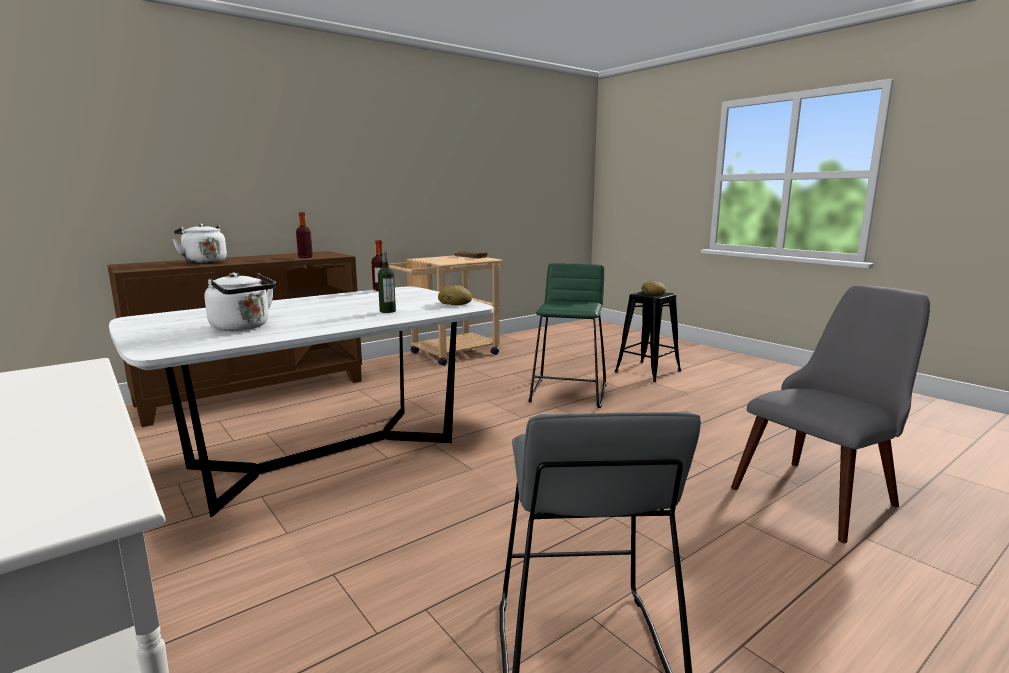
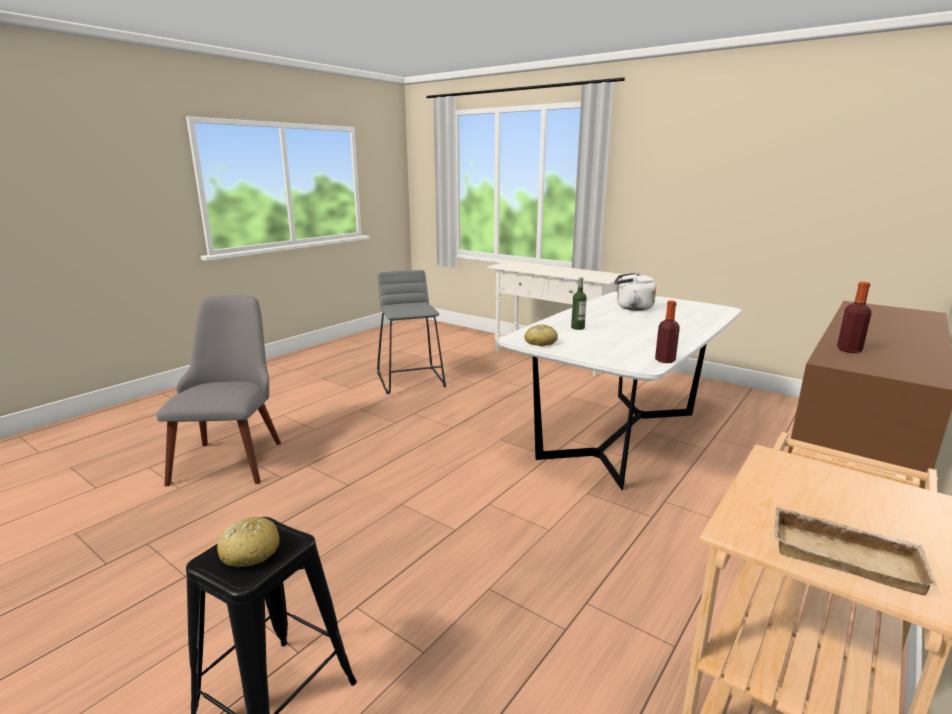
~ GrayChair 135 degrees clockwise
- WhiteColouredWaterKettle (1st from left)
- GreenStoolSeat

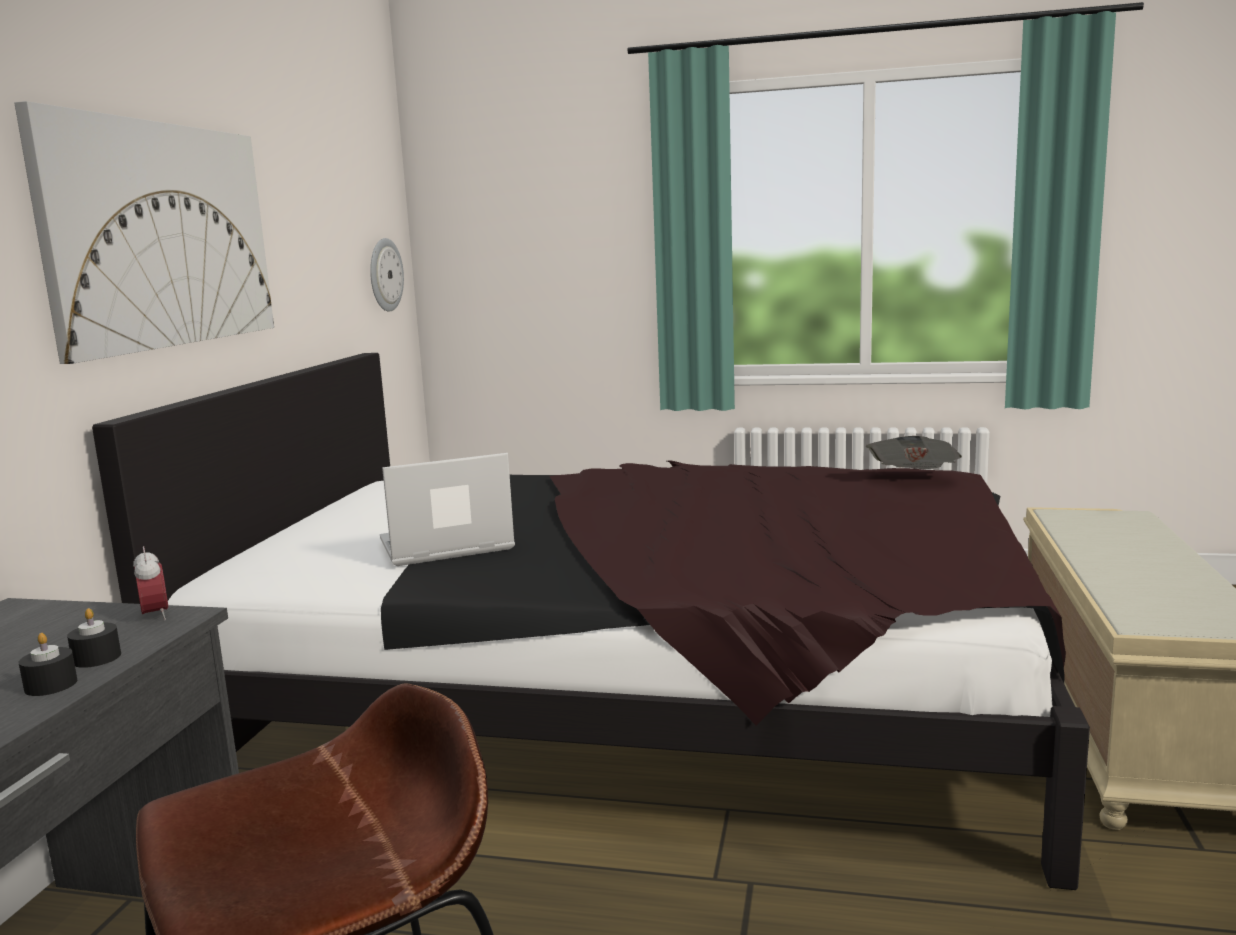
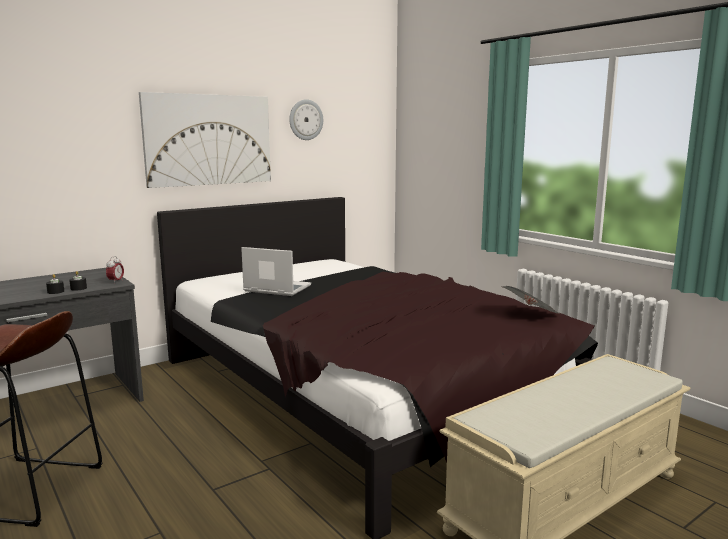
~ WallClock

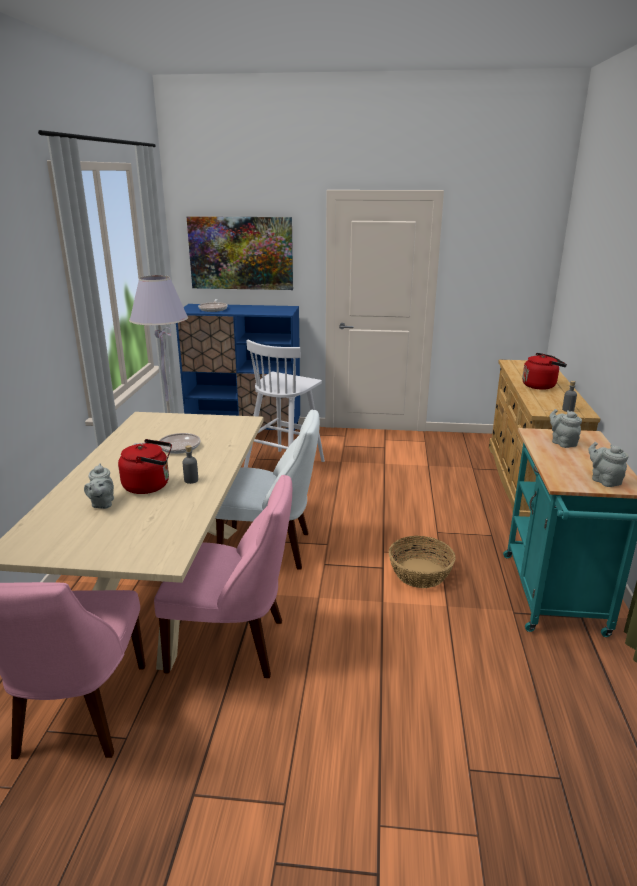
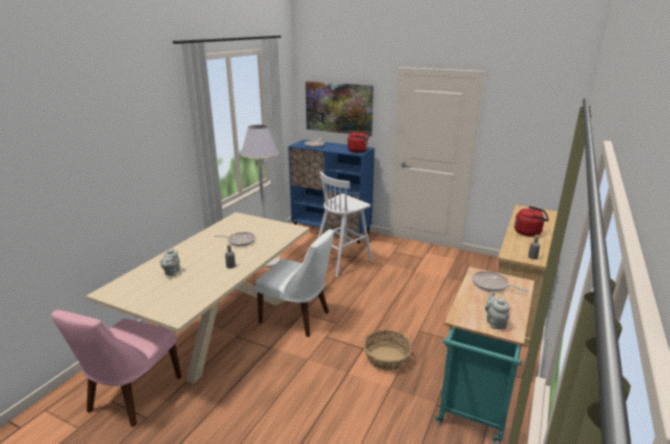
~ ReddishWaterKettle (1st from left)
~ GrayTeaPot (2nd from left) to Skillet (3rd from left)
- PinkColouredChair (2nd from left)

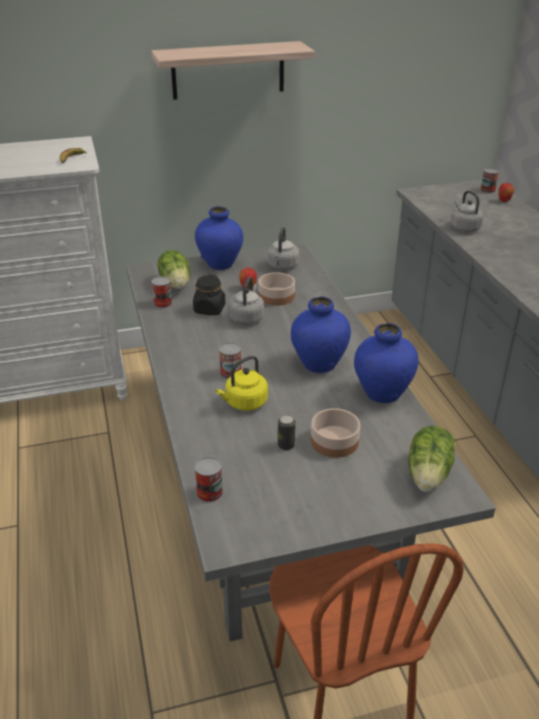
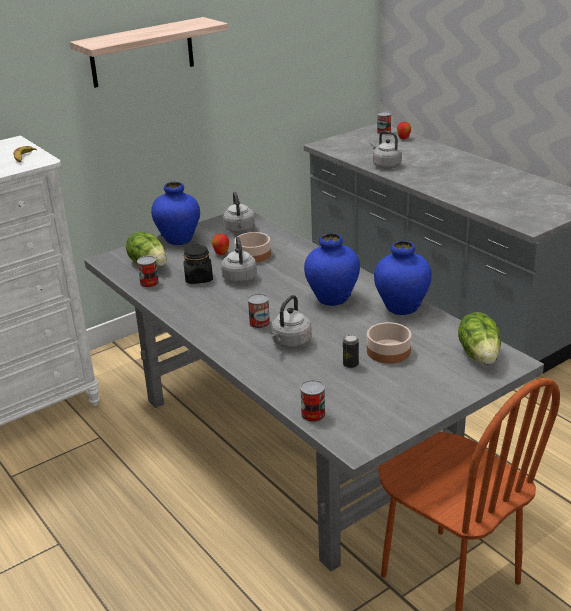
~ YellowColouredWaterKettle to GrayWaterKettle (3rd from left)

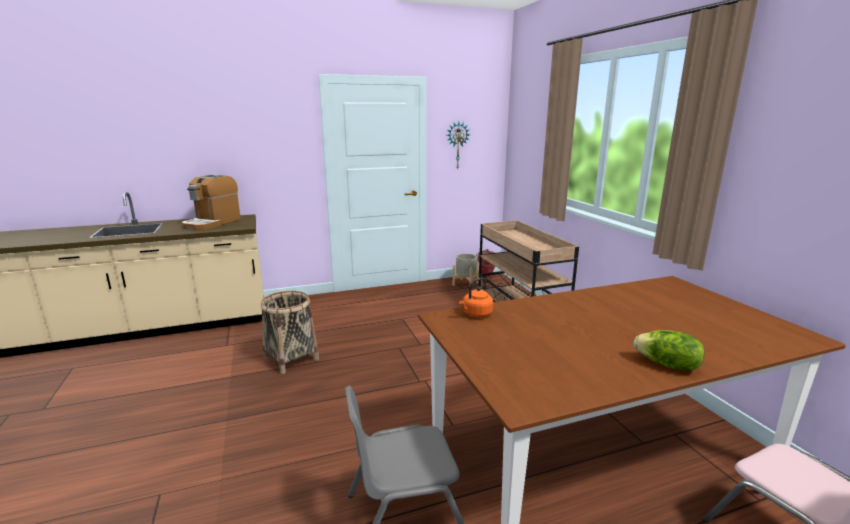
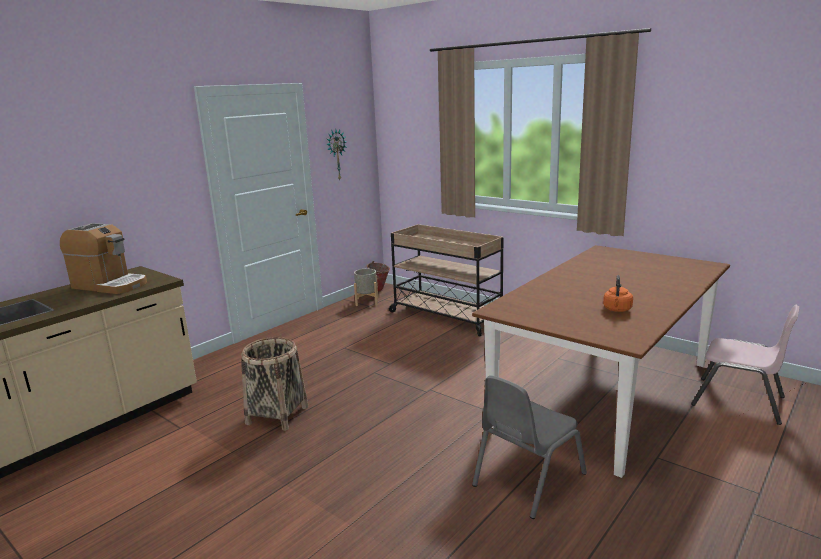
~ CoffeeBrewer 60 degrees counterclockwise
~ OrangeyWaterKettle
- LettuceHead

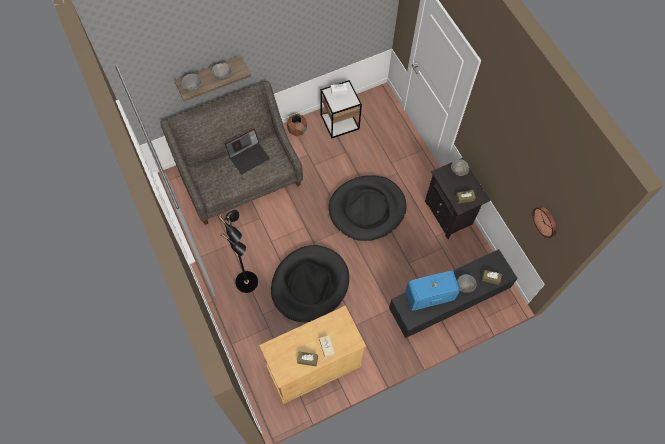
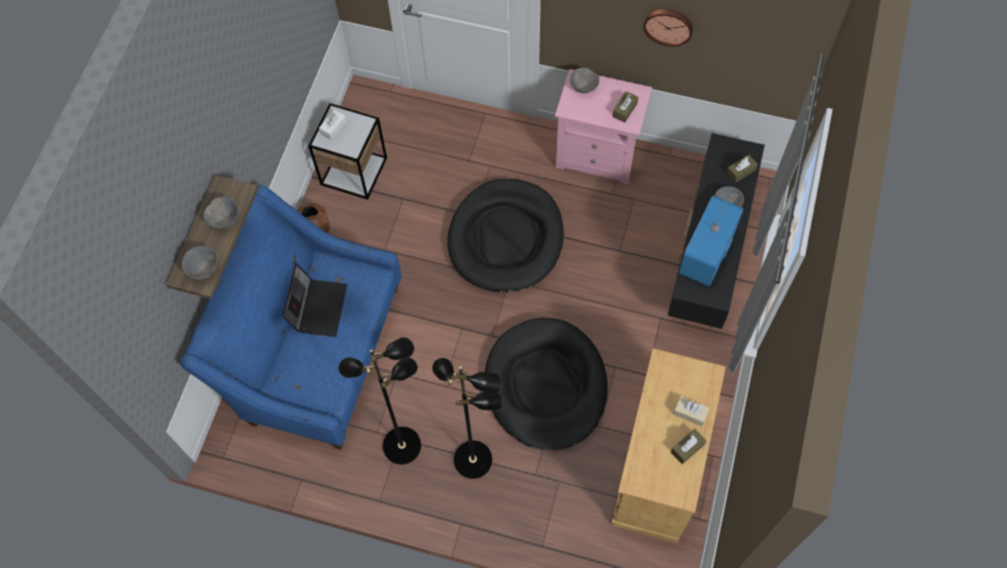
~ GrayCouch to BlueColouredCouch
+ BlackishFloorLamp (1st from left)
~ BlackishNightTable to PinkColouredNightTable
~ WallClock

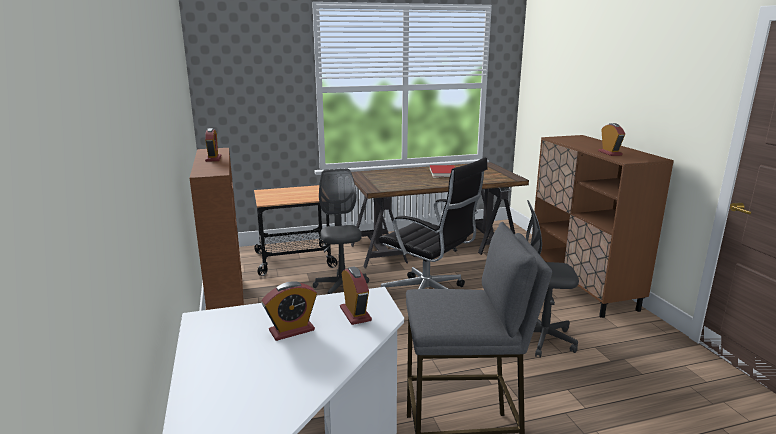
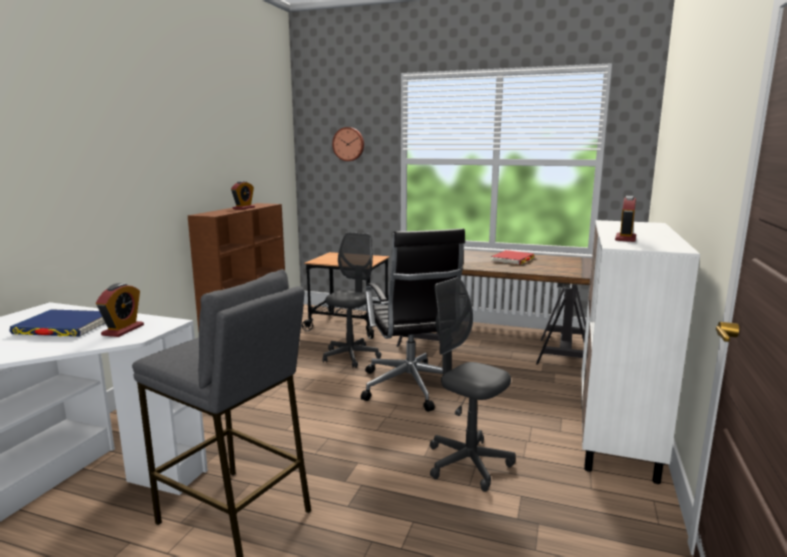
~ TableClock (2nd from left) to BlueColouredVolume
+ WallClock
~ BrownishCupboard to WhiteColouredCupboard

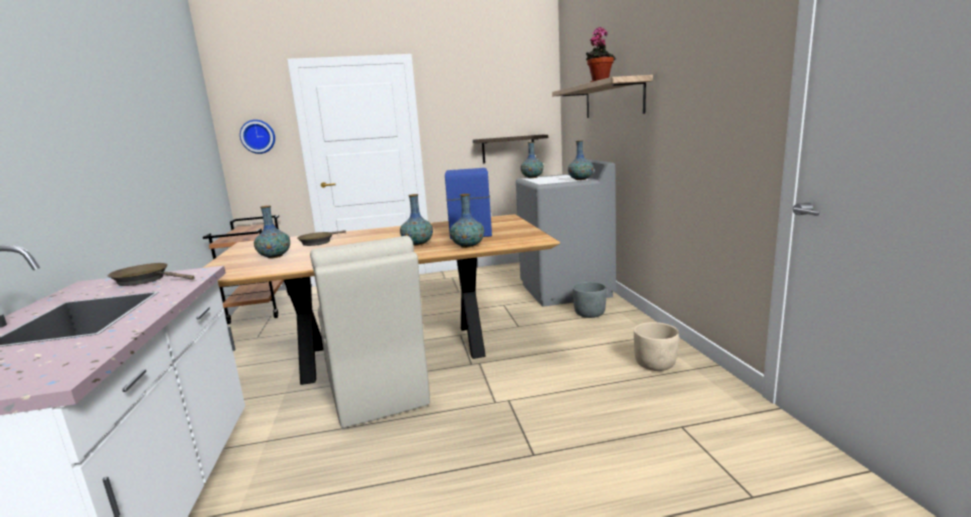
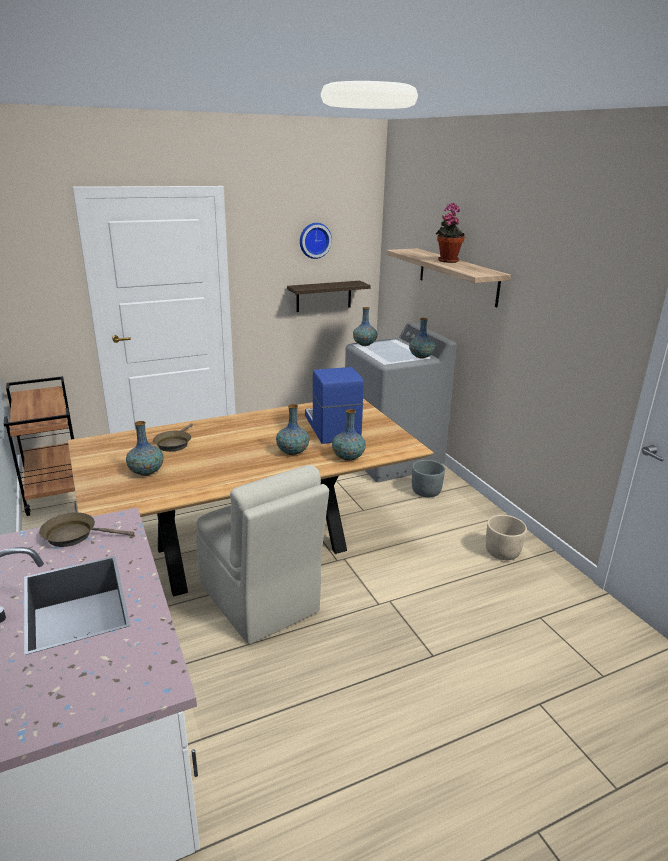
~ WallClock

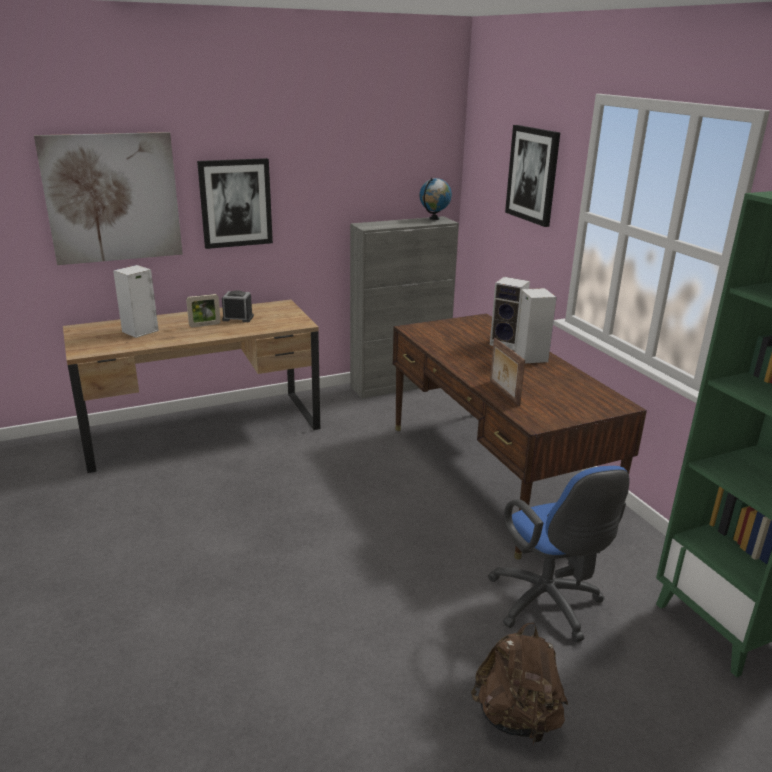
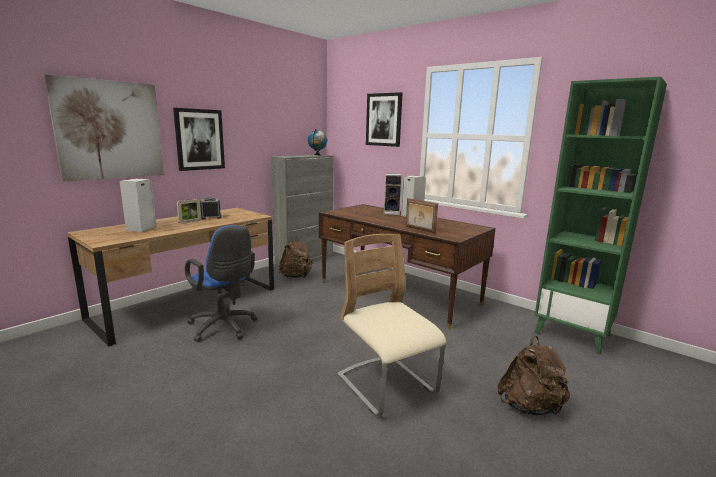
~ BlueColouredOfficeChair
+ BrownishRucksack (1st from left)
+ BeigeChair

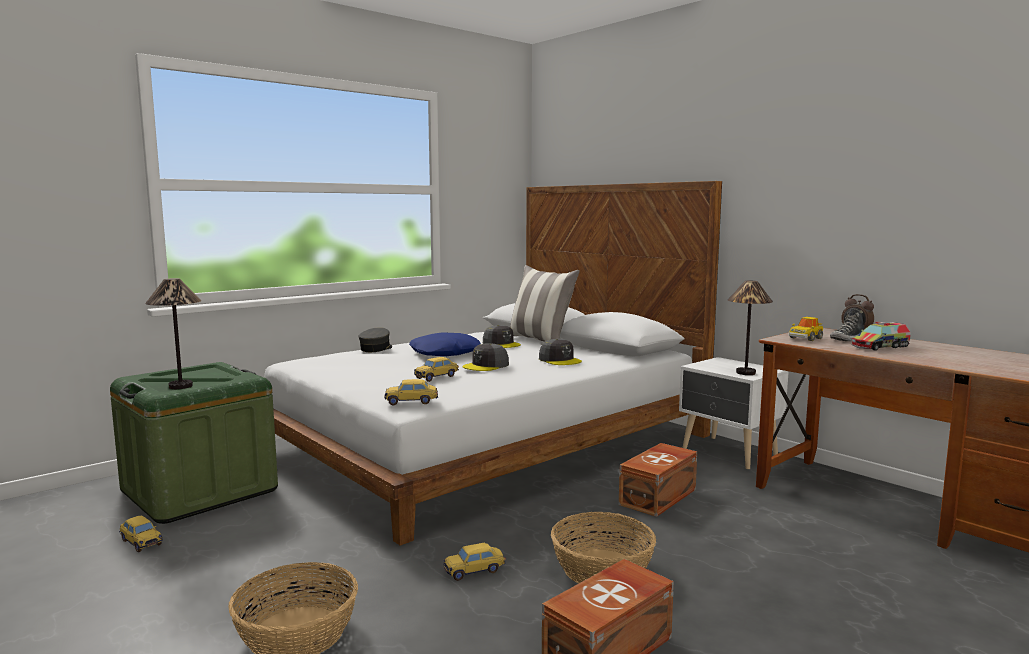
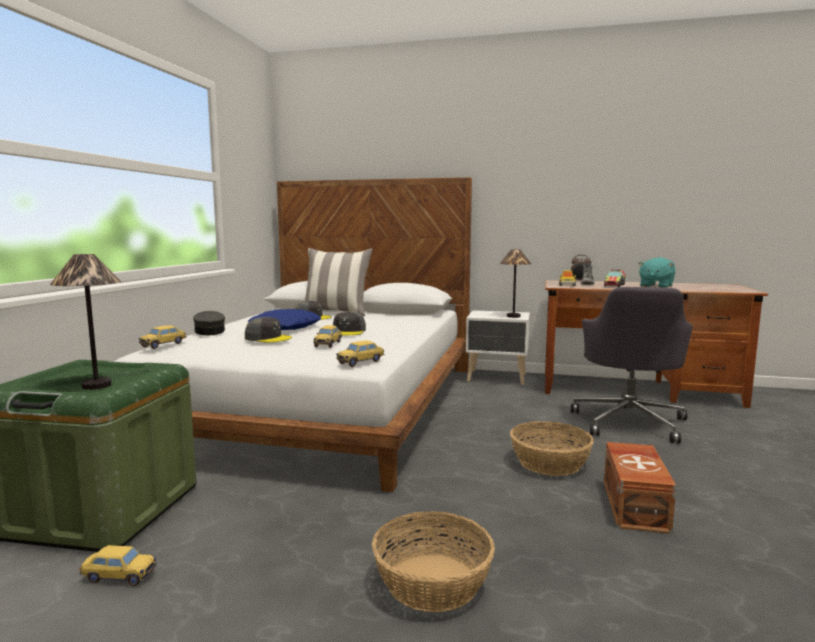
~ MiniatureCar (4th from left in the first image) to MiniatureCar (2nd from left)
~ GrayPeakedCap (4th from left in the first image) to GrayPeakedCap (2nd from left)
+ GrayOfficeChair
+ BlueGreenCuddlyToy
- BrownishStorageBin (2nd from left)

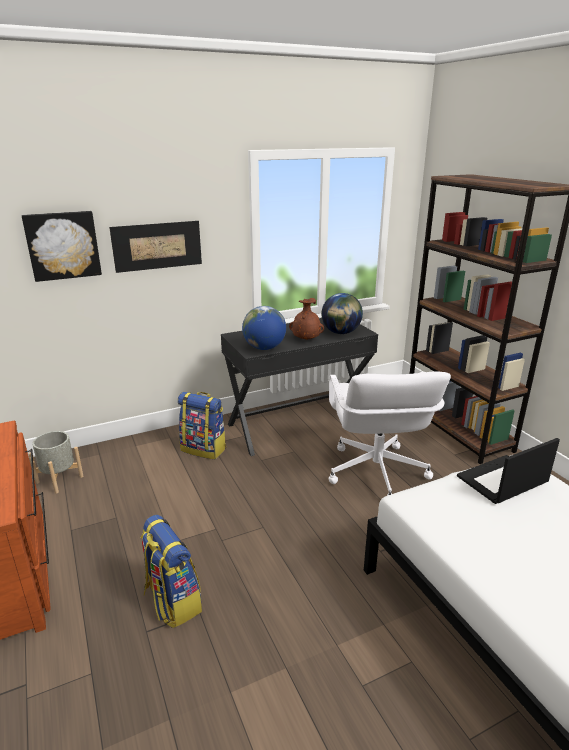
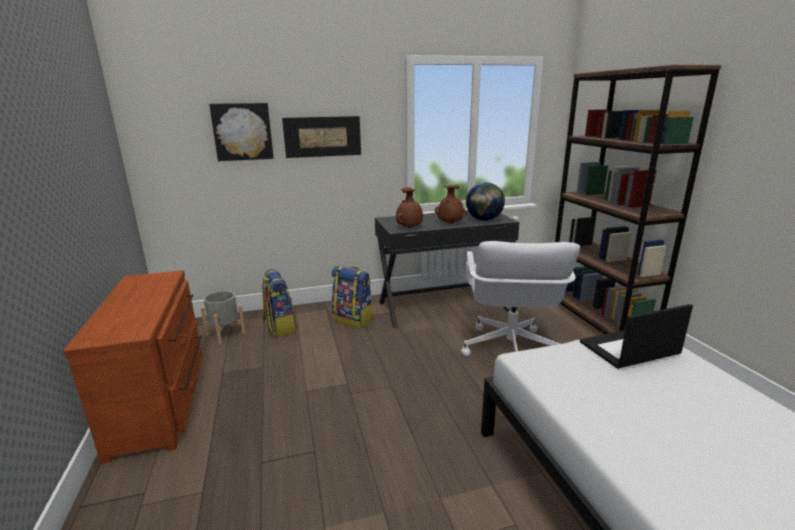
~ Rucksack (1st from left)
~ WorldGlobe (1st from left) to BrownishVase (1st from left)

